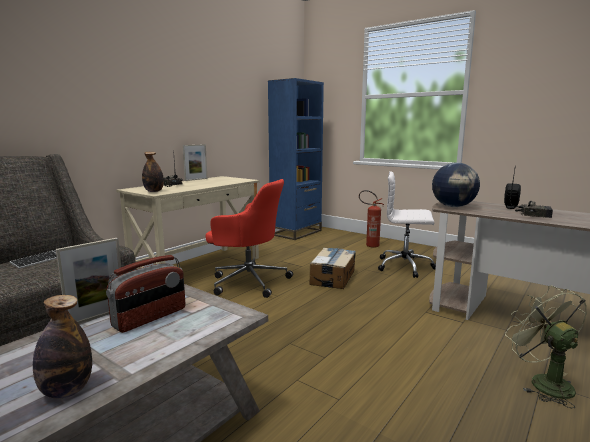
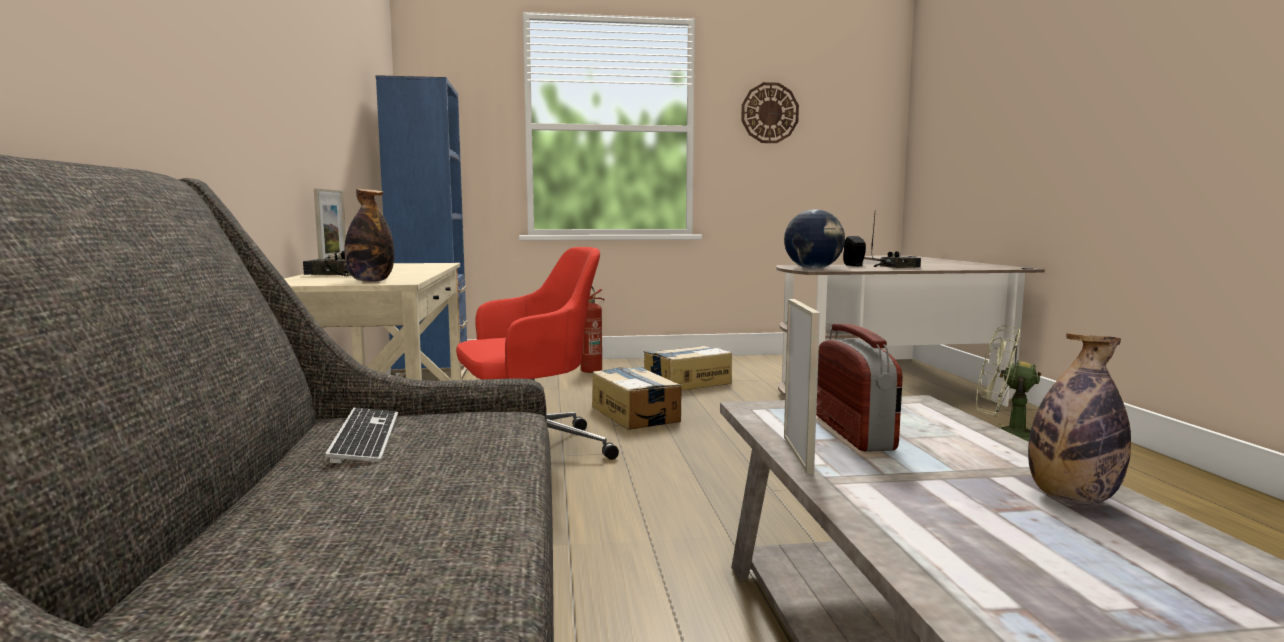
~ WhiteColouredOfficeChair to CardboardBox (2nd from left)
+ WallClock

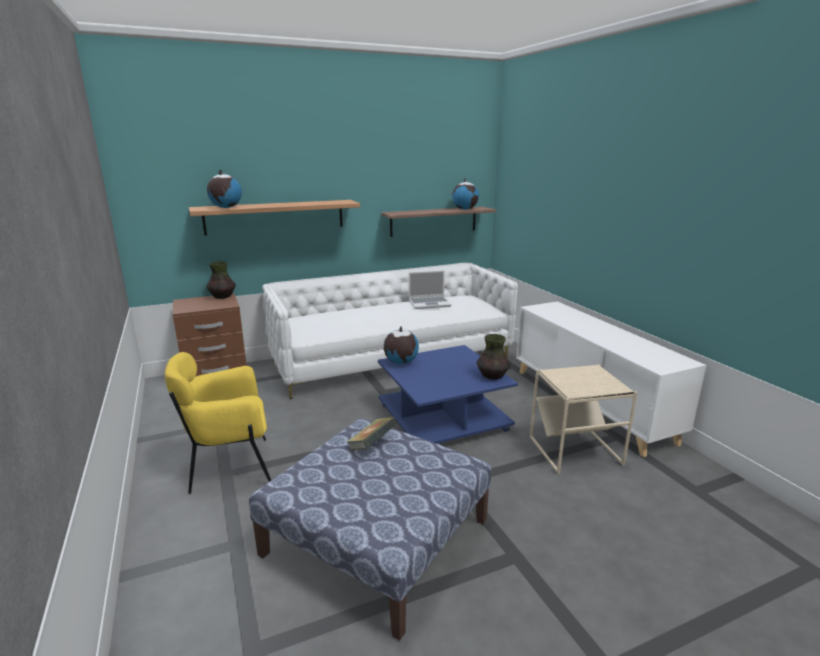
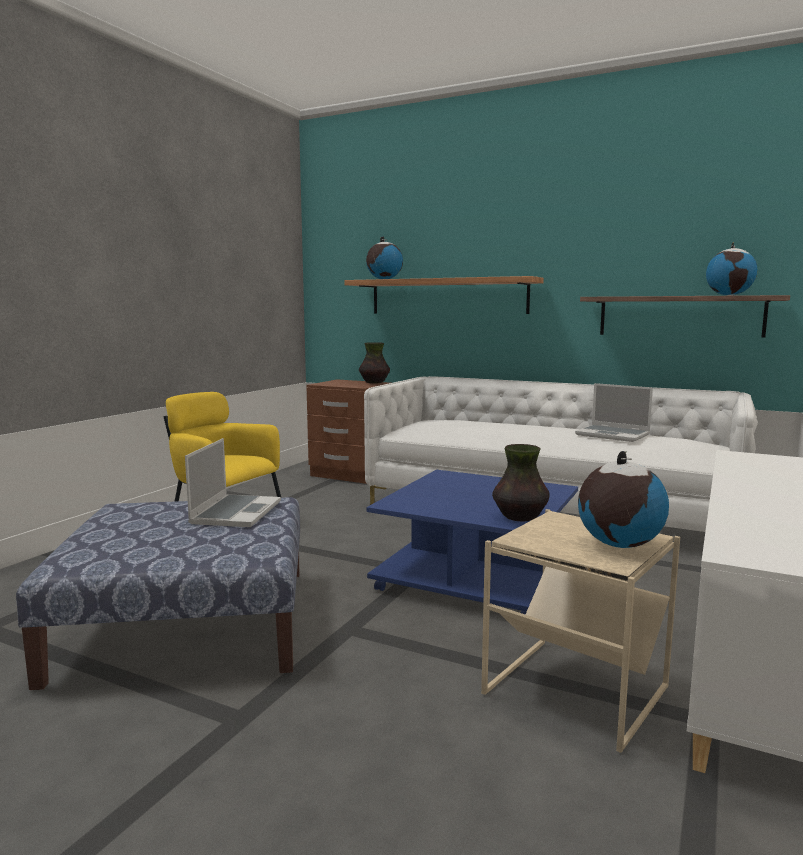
~ Volume to Laptop (1st from left)
~ WorldGlobe (2nd from left)

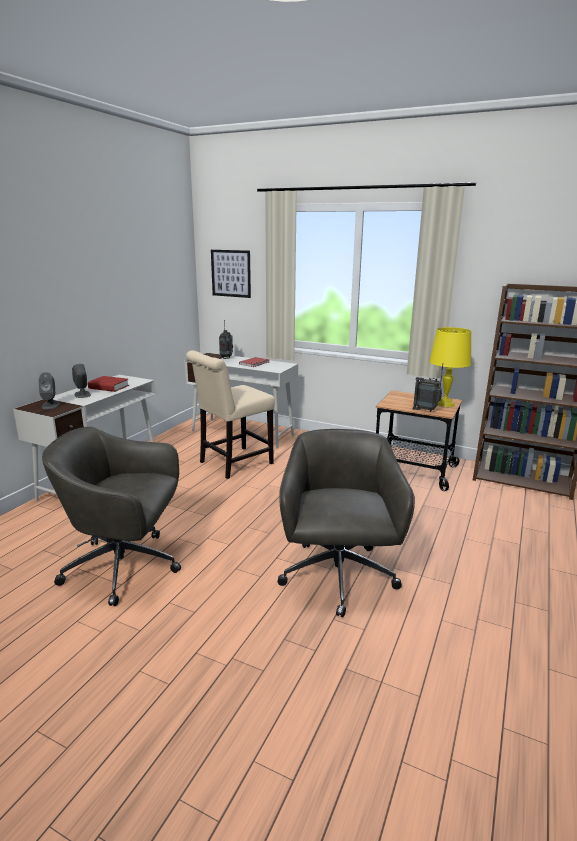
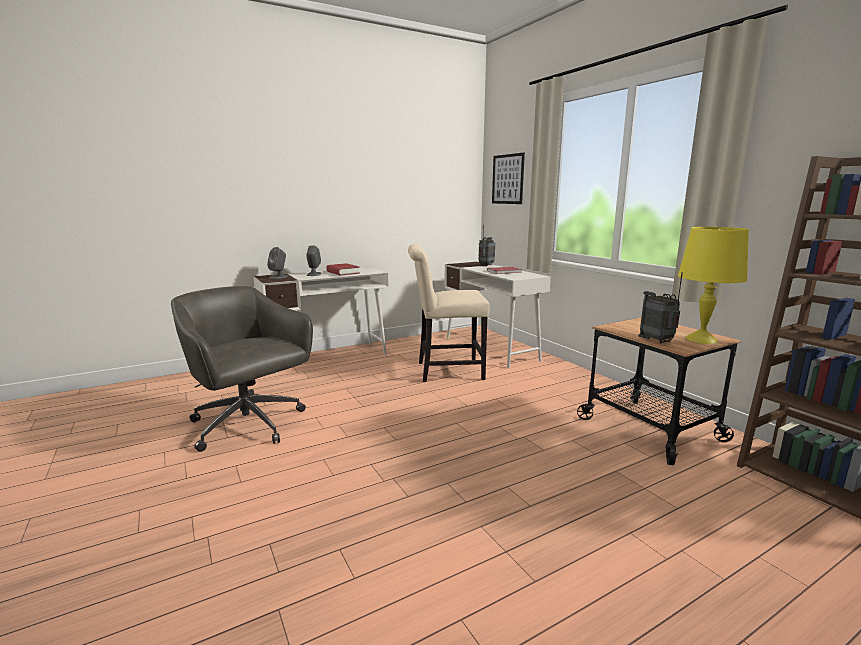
- GrayOfficeChair (2nd from left)

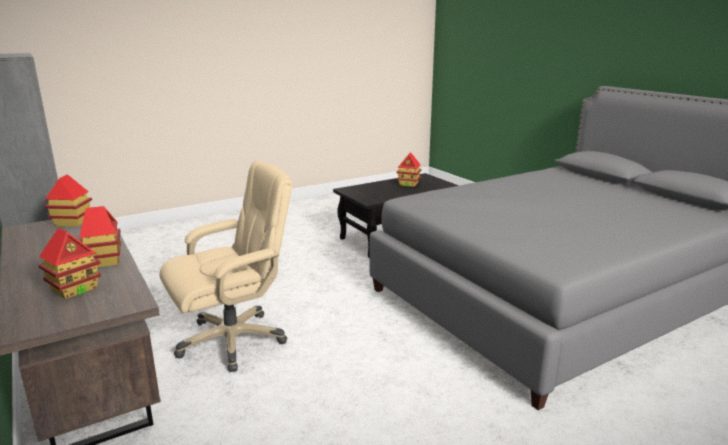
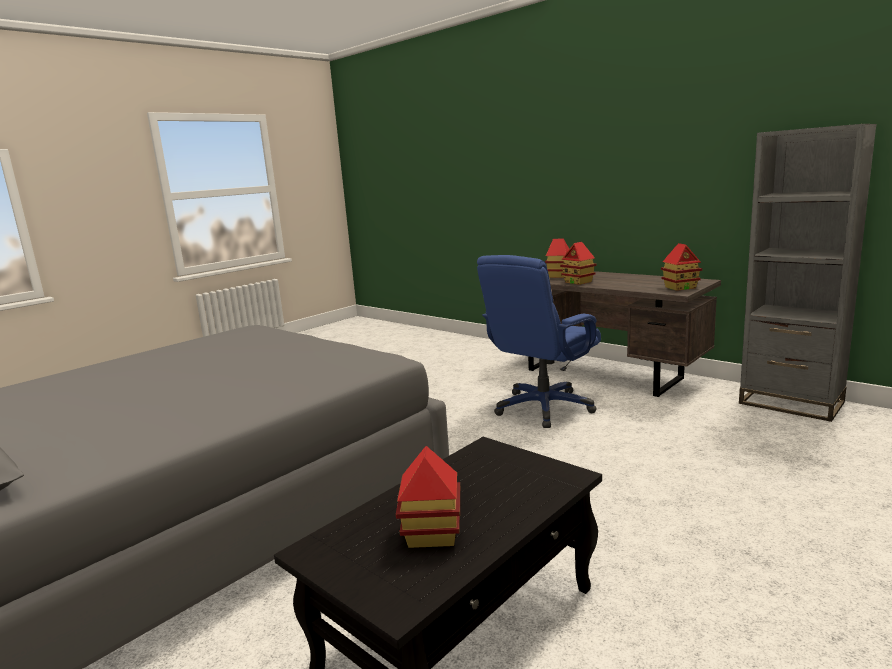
~ BeigeOfficeChair to BlueColouredOfficeChair

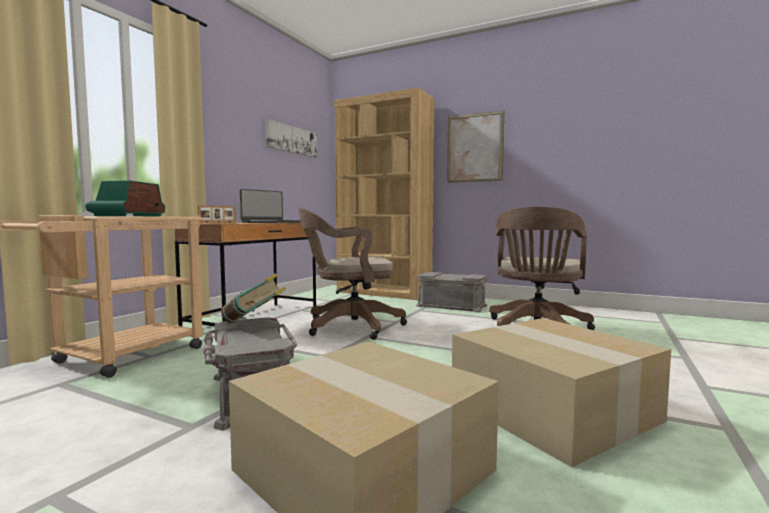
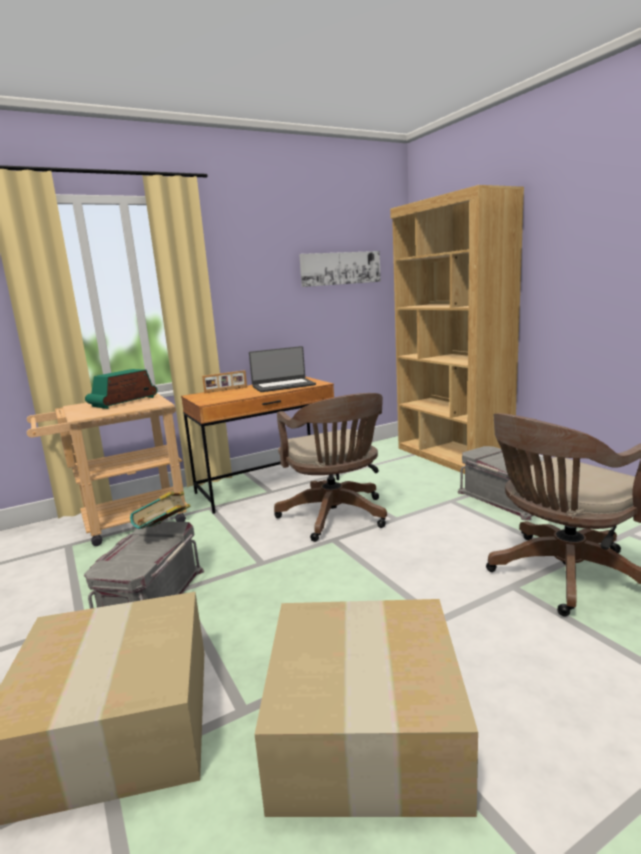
~ BrownishOfficeChair (1st from left) 135 degrees counterclockwise
- Picture (2nd from left)

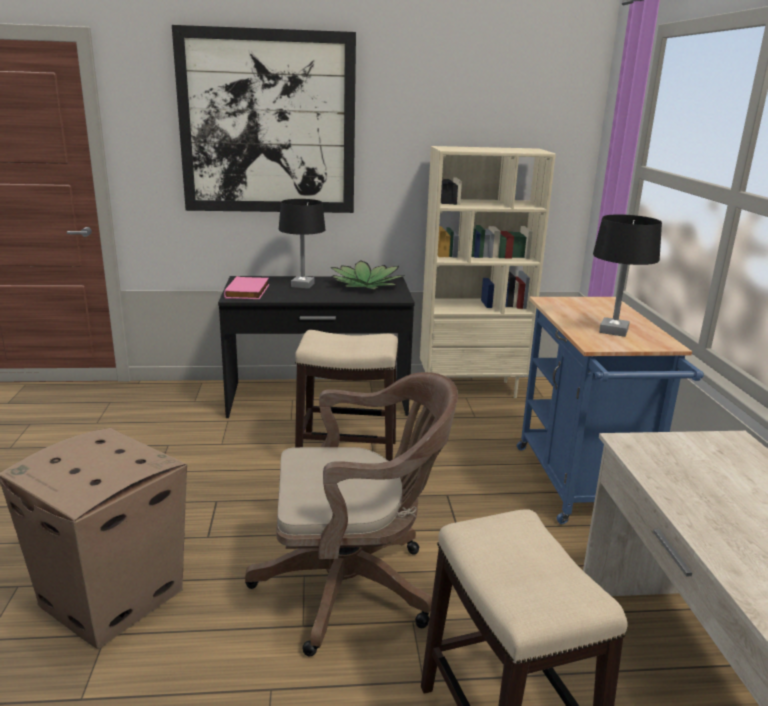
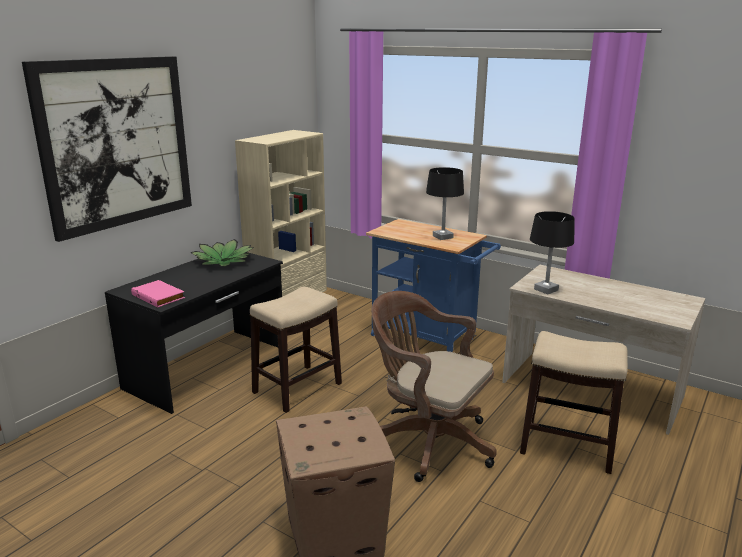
~ BrownishOfficeChair 90 degrees counterclockwise
~ BlackishLampForATable (1st from left in the first image) to BlackishLampForATable (2nd from left)

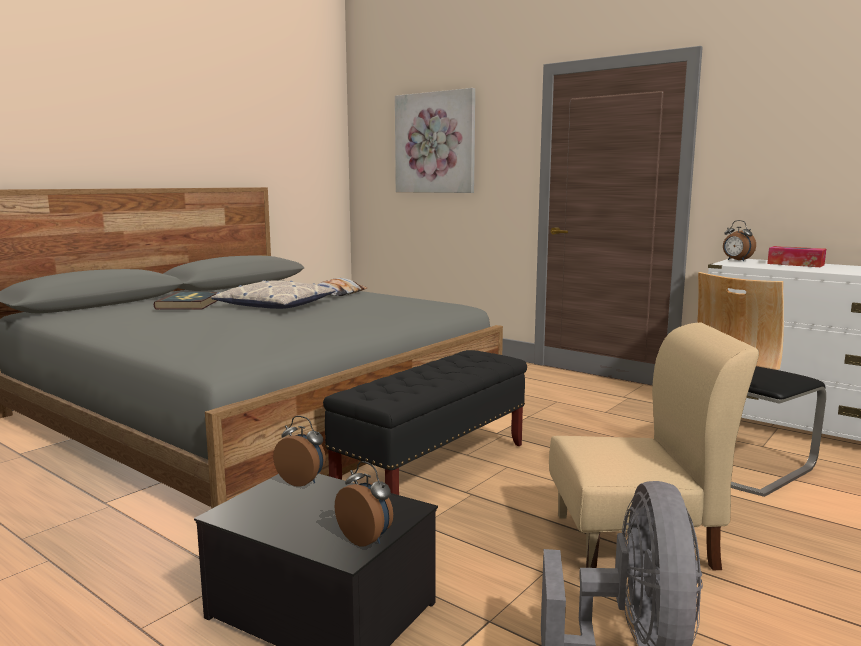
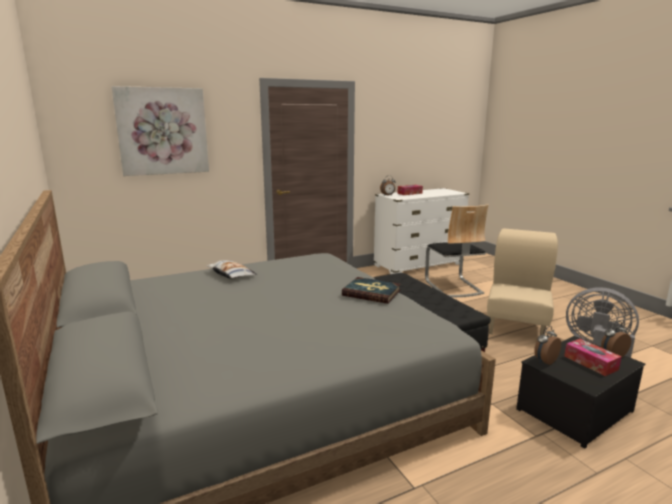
~ Volume
+ TissueHolder (2nd from left)
- Cushion (1st from left)

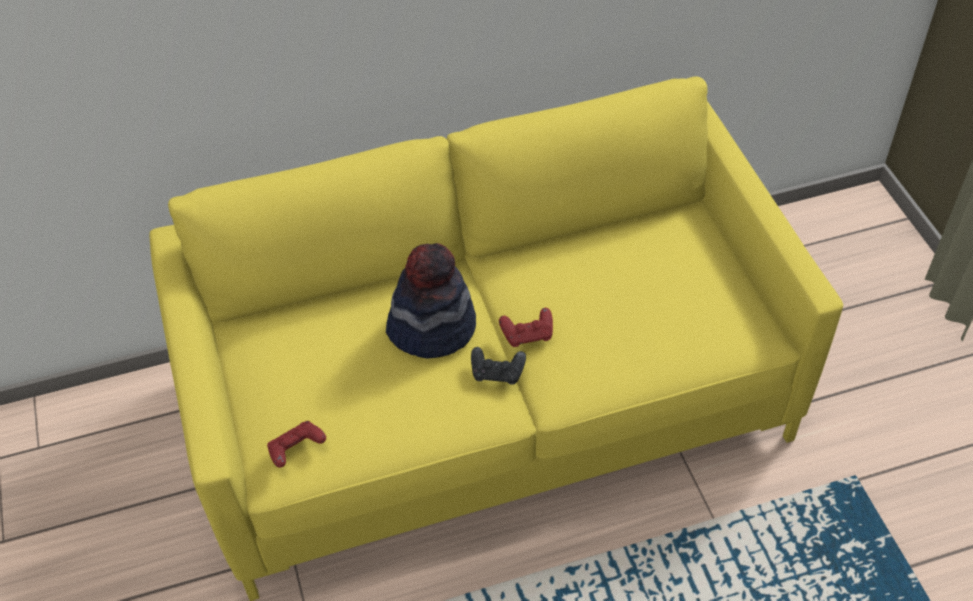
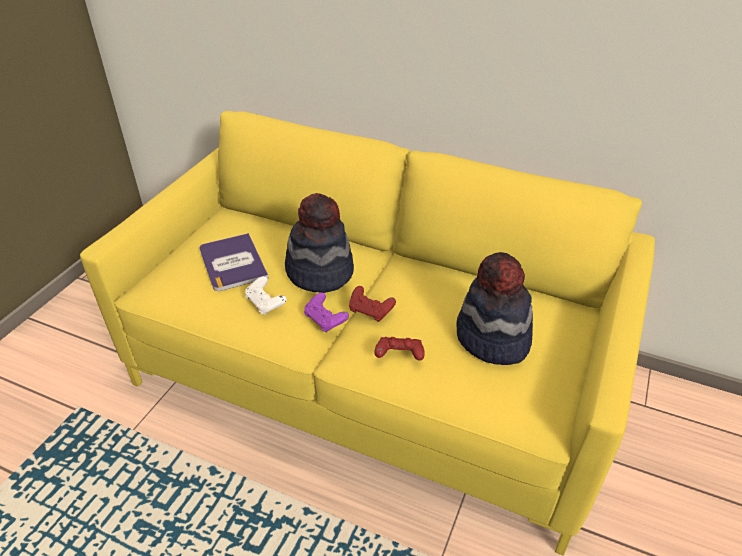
+ Volume
+ WhiteColouredGameController
~ BlackishGameController to PurpleGameController
~ ReddishGameController (1st from left in the first image) to ReddishGameController (2nd from left)
+ ClothingHat (2nd from left)

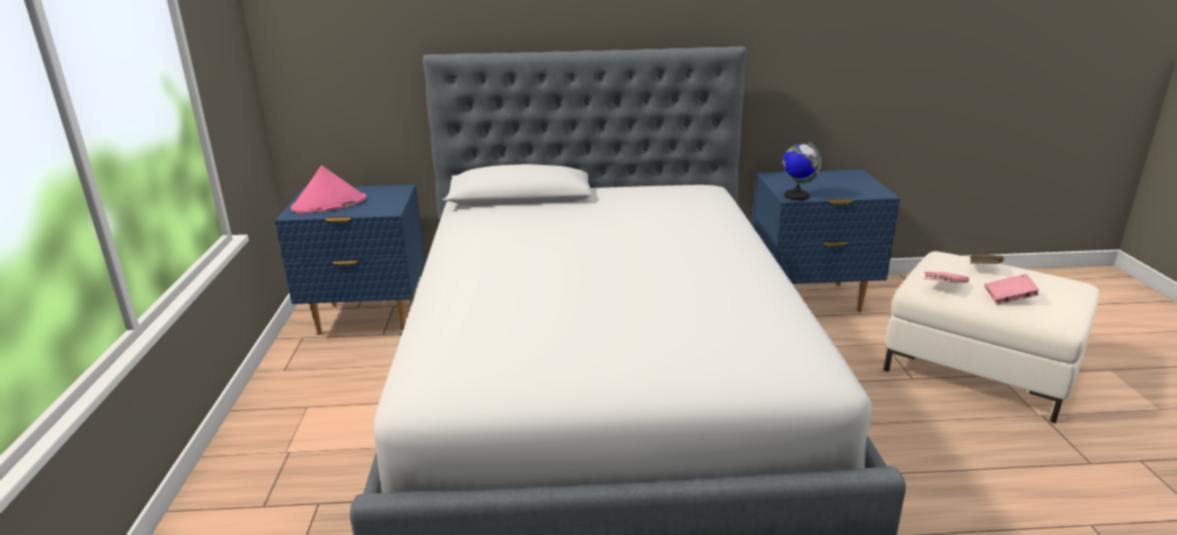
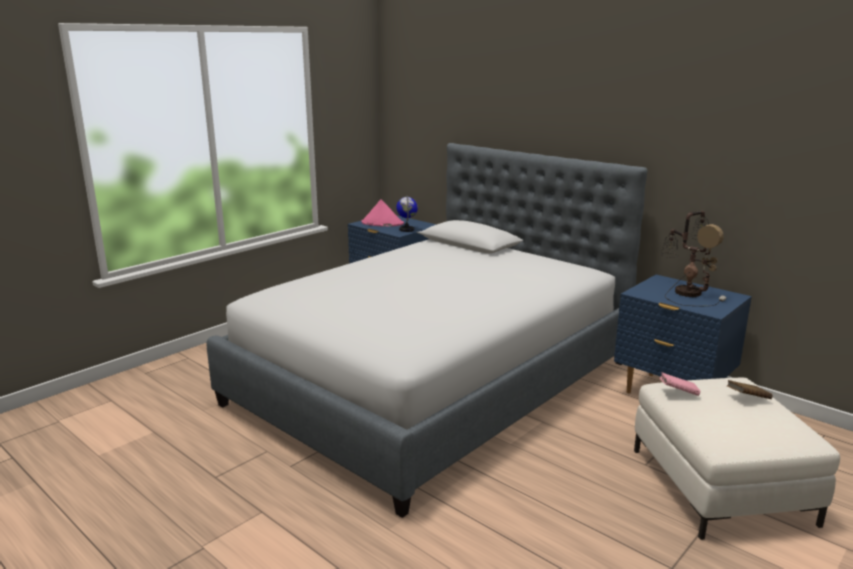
~ WorldGlobe
+ LampForATable
- PinkColouredVolume (2nd from left)

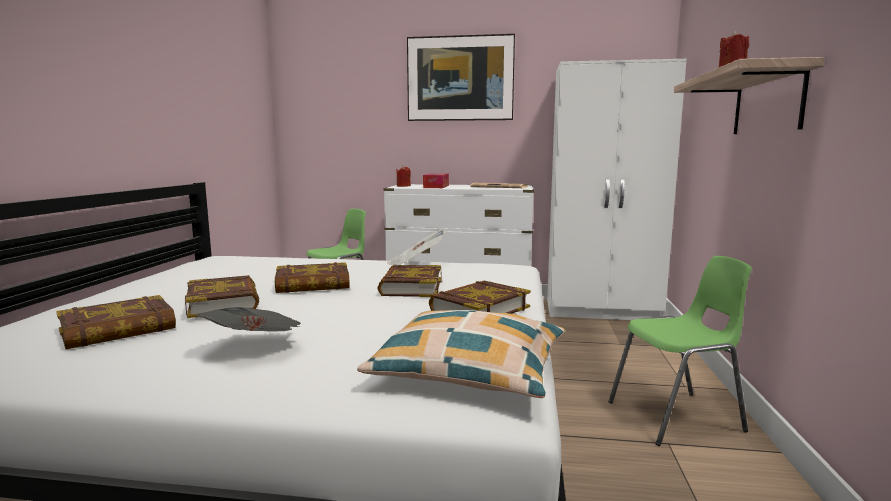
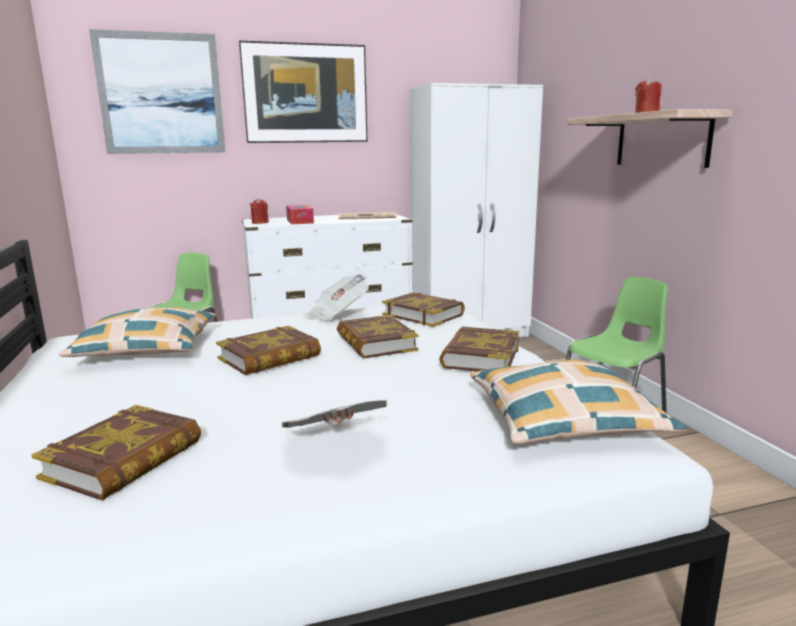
+ Cushion (1st from left)
+ Picture (1st from left)
~ Volume (2nd from left in the first image) to Volume (4th from left)

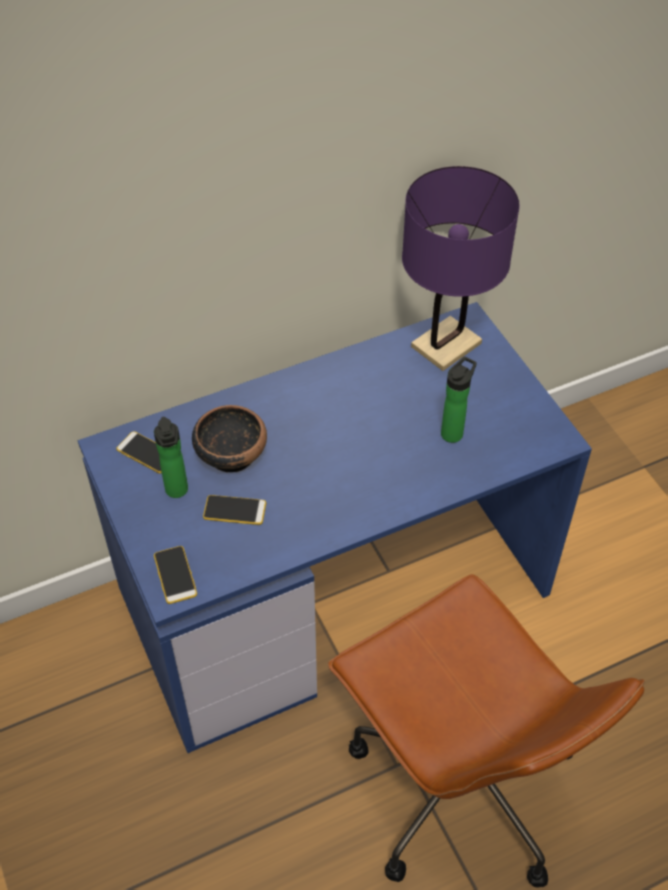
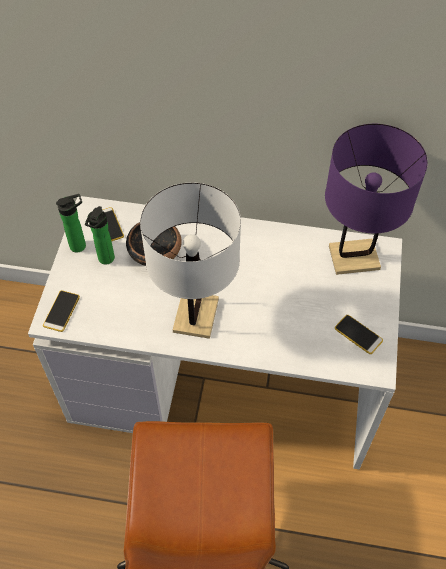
~ BlueColouredDeskTable to WhiteColouredDeskTable
~ BeverageBottle (2nd from left in the first image) to BeverageBottle (1st from left)
+ WhiteColouredLampForATable
~ Phone (3rd from left)

